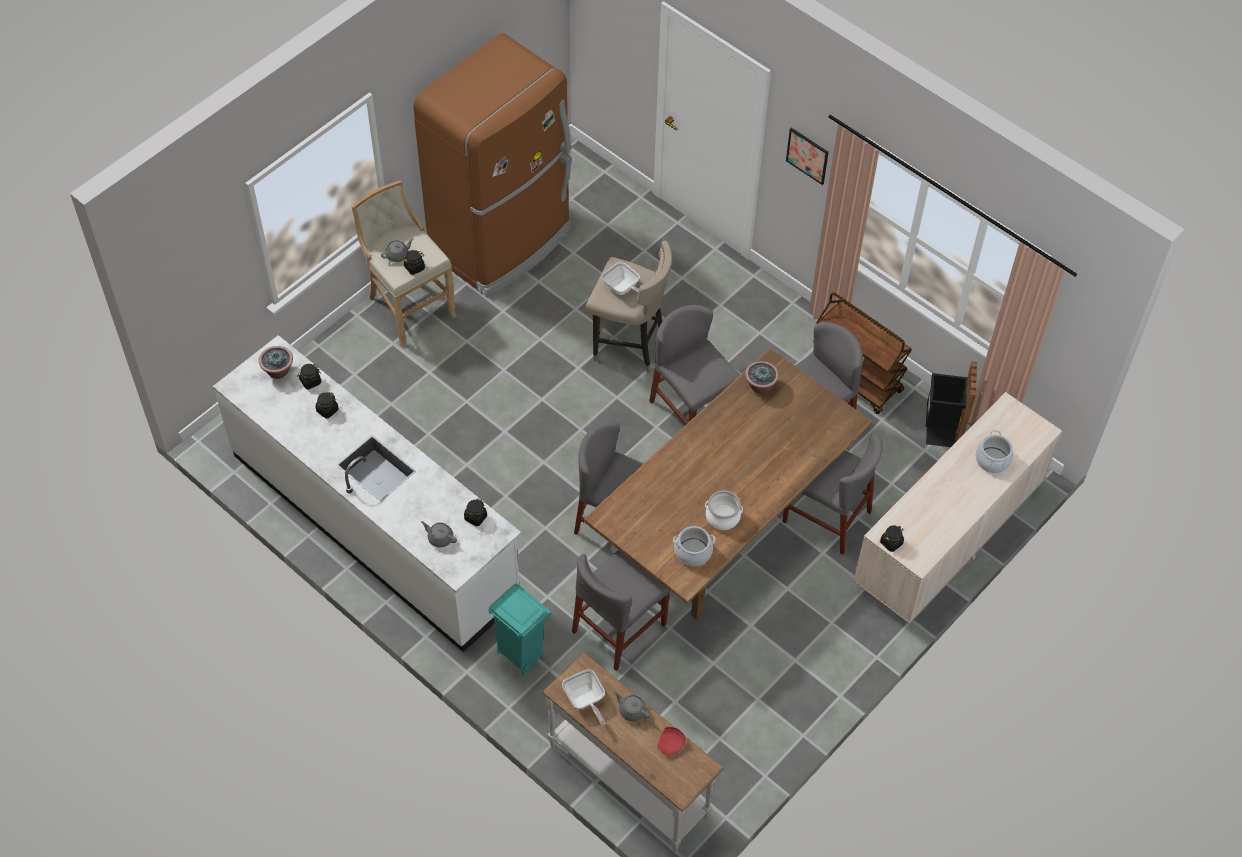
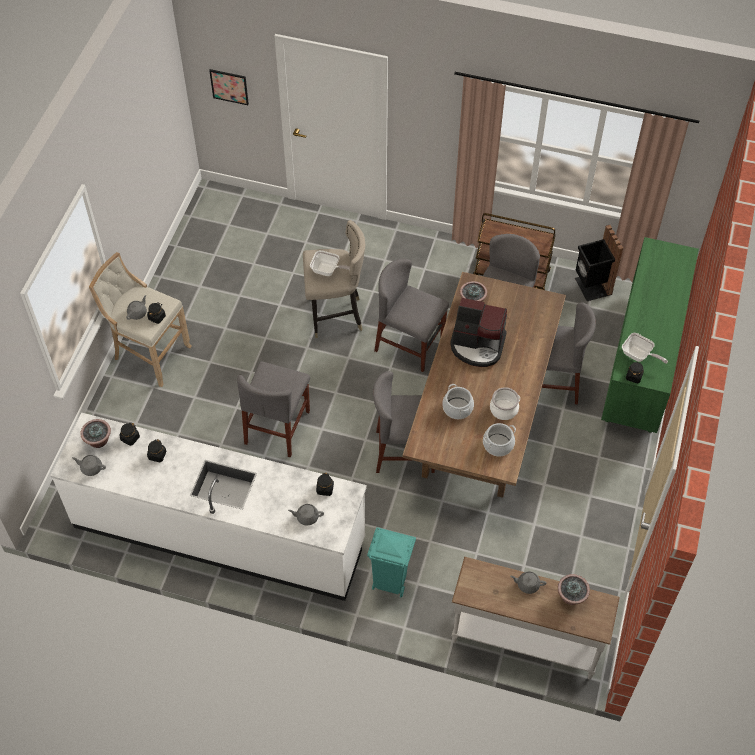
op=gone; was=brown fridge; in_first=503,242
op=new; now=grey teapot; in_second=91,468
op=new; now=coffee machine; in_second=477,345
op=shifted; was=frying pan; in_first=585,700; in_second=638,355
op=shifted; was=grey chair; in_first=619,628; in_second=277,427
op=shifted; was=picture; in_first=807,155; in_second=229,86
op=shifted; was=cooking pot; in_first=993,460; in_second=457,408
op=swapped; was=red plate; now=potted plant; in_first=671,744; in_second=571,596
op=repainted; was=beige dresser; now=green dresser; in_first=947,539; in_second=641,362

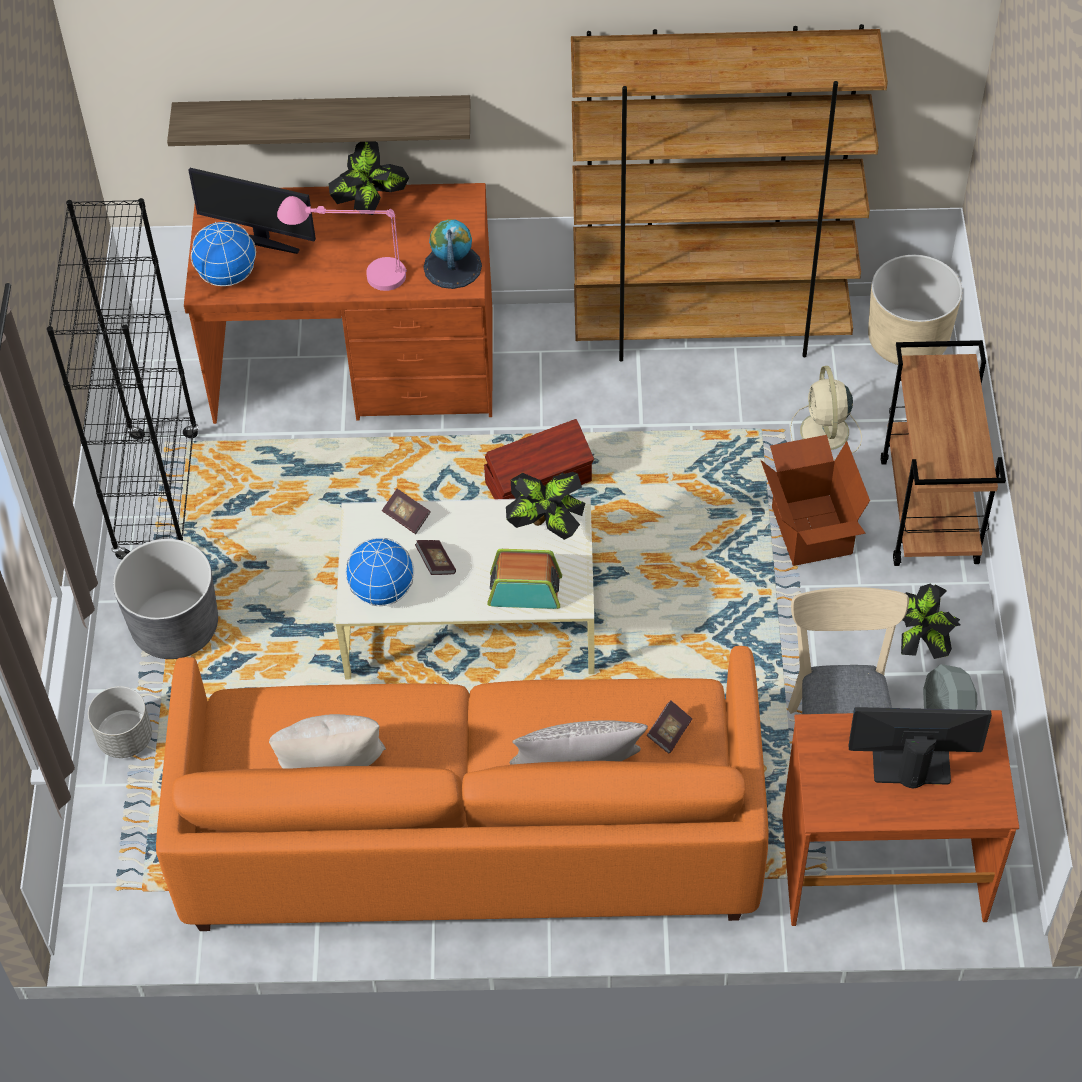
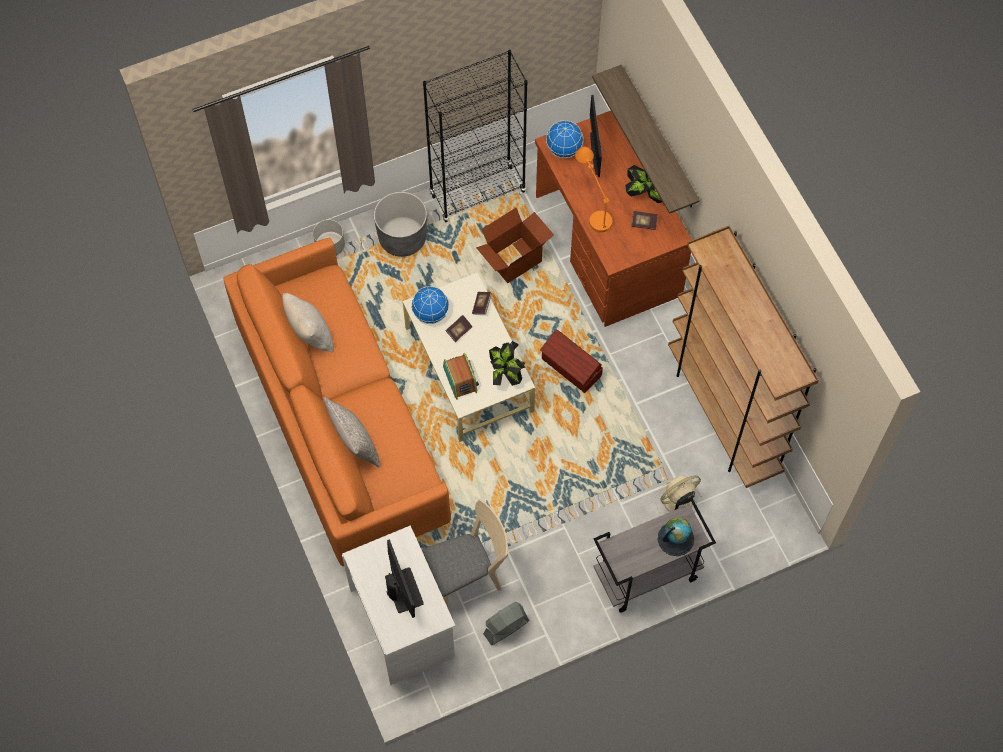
op=gone; was=beige planter; in_first=907,341
op=gone; was=potted plant; in_first=920,642
op=shifted; was=globe; in_first=452,267; in_second=675,538
op=shifted; was=book; in_first=669,732; in_second=644,223
op=shifted; was=cardboard box; in_first=809,530; in_second=514,259
op=repainted; was=pink table lamp; now=orange table lamp; in_first=351,275; in_second=592,205
op=repainted; was=brown desk; now=white desk; in_first=883,865; in_second=403,623
op=repainted; was=brown cart; now=grey cart; in_first=930,512; in_second=646,575

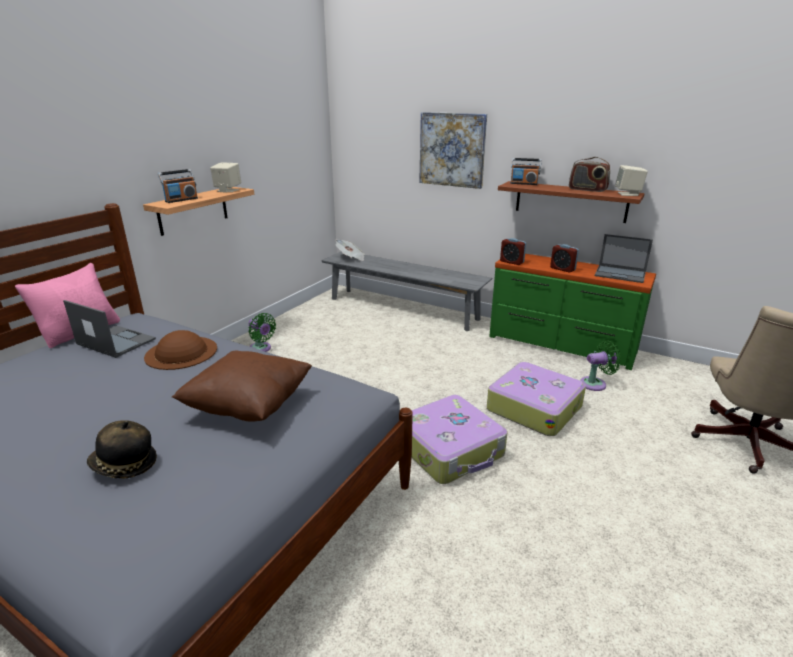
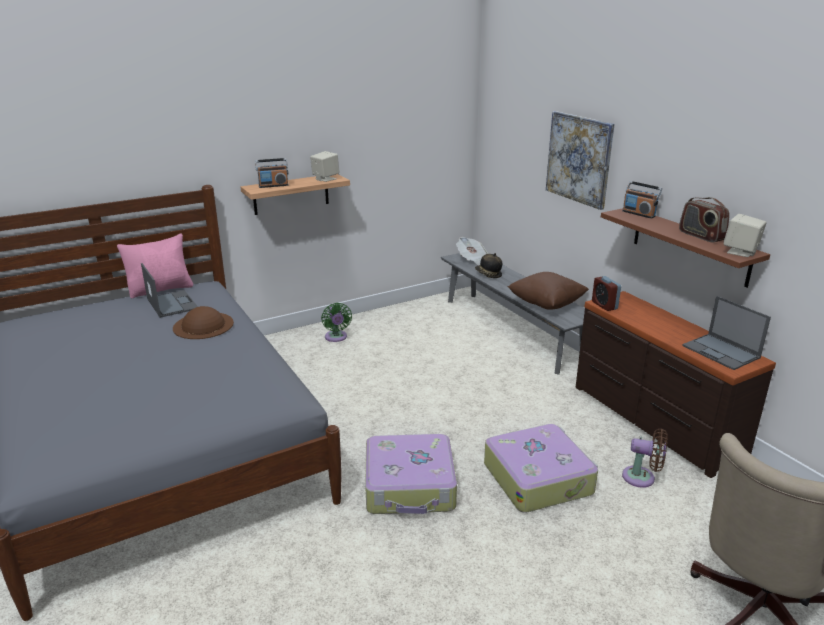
op=gone; was=alarm clock; in_first=562,269
op=shifted; was=hat; in_first=124,465; in_second=488,274
op=shifted; was=brown pillow; in_first=249,406; in_second=546,304
op=repainted; was=green dresser; now=brown dresser; in_first=561,344; in_second=653,421
op=repainted; was=green fan; now=brown fan; in_first=595,384; in_second=642,478

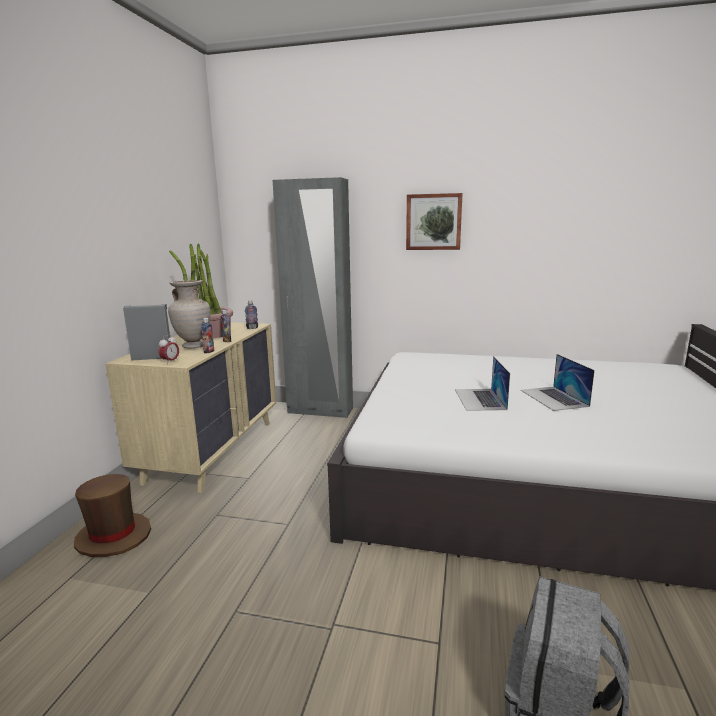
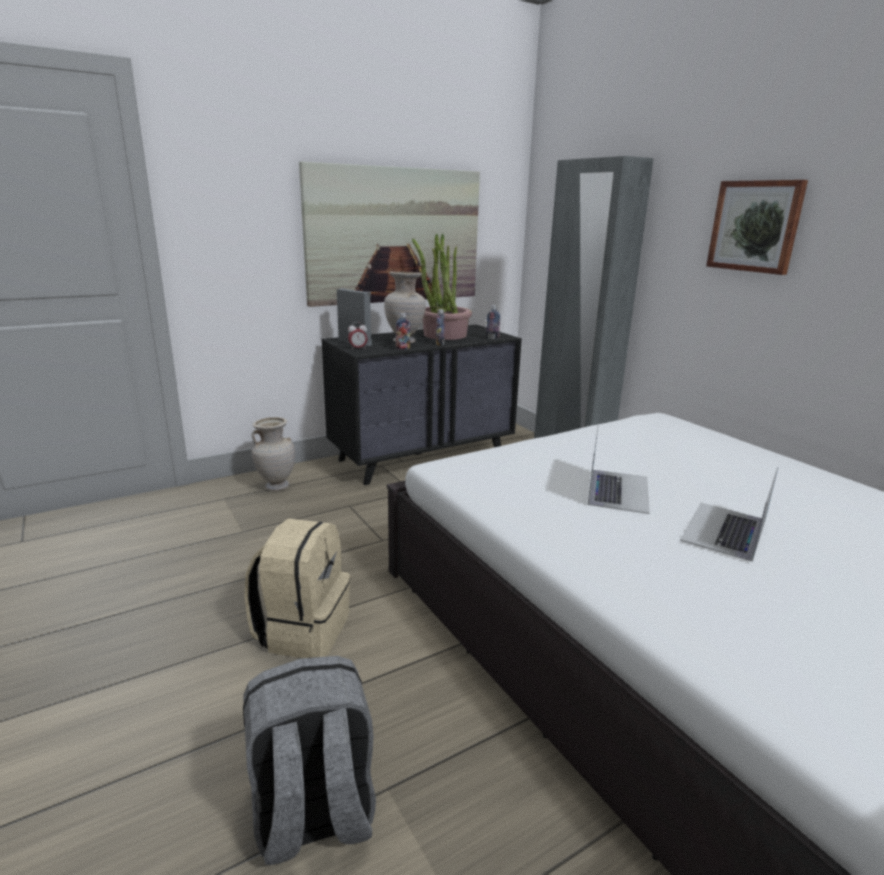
op=new; now=beige backpack; in_second=302,630
op=new; now=picture; in_second=395,236
op=swapped; was=brown hat; now=beige vase; in_first=113,536; in_second=276,486
op=repainted; was=beige dresser; now=black dresser; in_first=213,450; in_second=422,456
op=rotated; was=laptop; in_first=480,399; in_second=618,490; clockwise=150

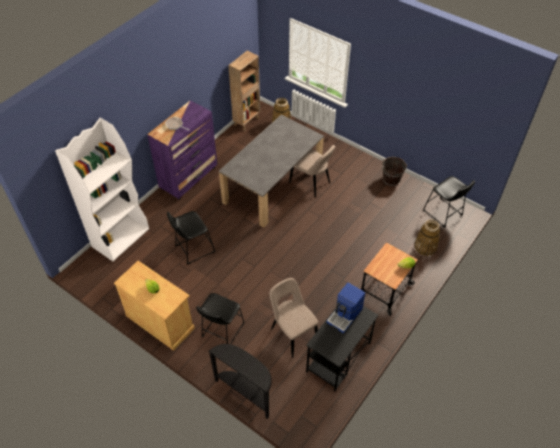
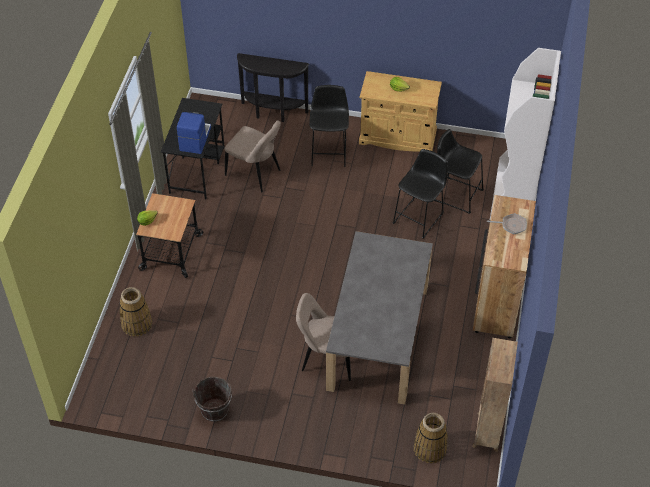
op=shifted; was=black stool; in_first=444,214; in_second=455,194
op=repainted; was=purple dresser; now=brown dresser; in_first=189,178; in_second=496,303

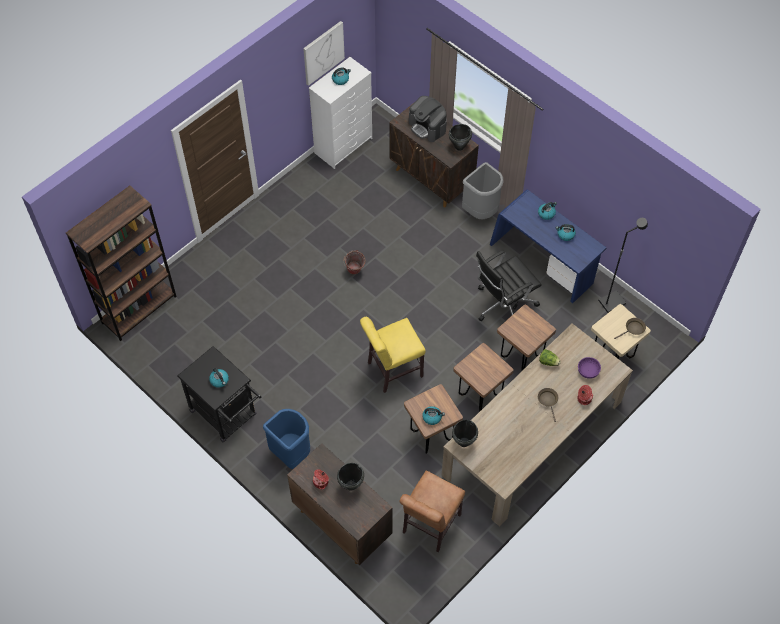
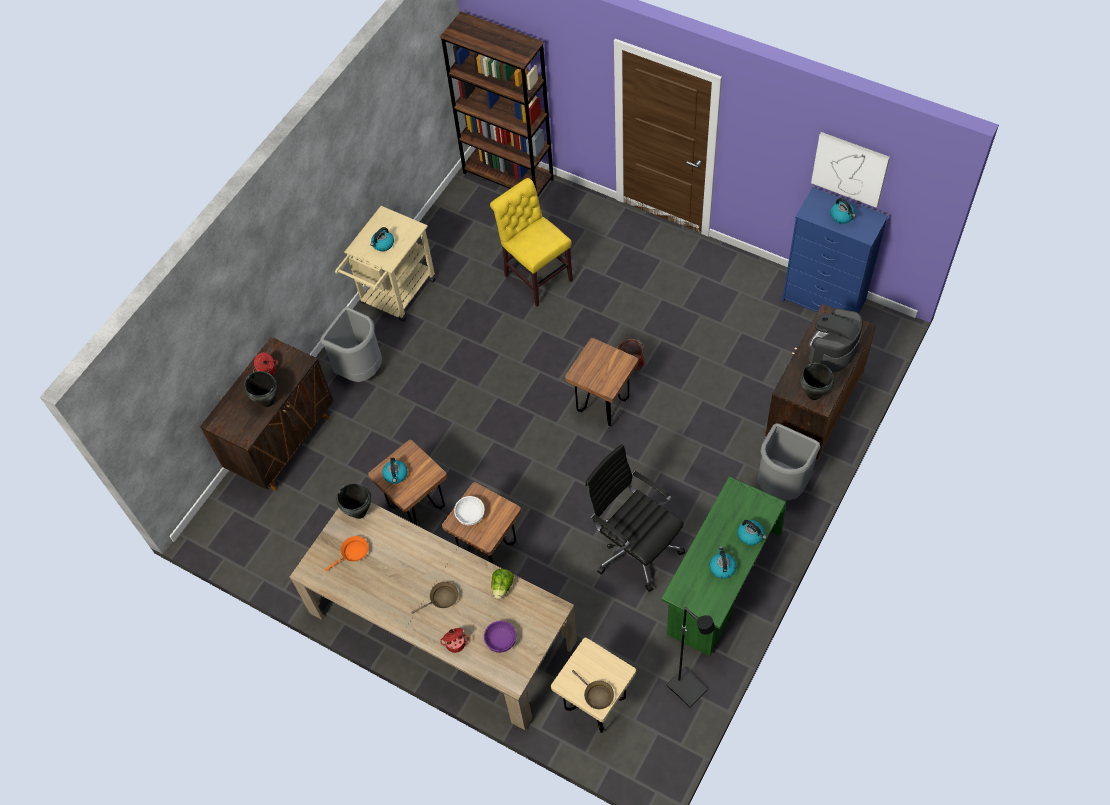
op=gone; was=brown chair; in_first=429,526
op=new; now=orange frying pan; in_second=353,553
op=new; now=white bowl; in_second=470,515
op=shifted; was=yellow chair; in_first=392,370; in_second=536,276
op=shifted; was=brown stool; in_first=521,357; in_second=603,406
op=repainted; was=black cart; now=beige cart; in_first=227,416; in_second=394,296
op=repainted; was=blue trash can; now=grey trash can; in_first=291,453; in_second=361,370
op=repainted; was=white dresser; now=blue dresser; in_first=344,145; in_second=824,301
op=repainted; was=blue desk; now=green desk; in_first=542,263; in_second=721,582

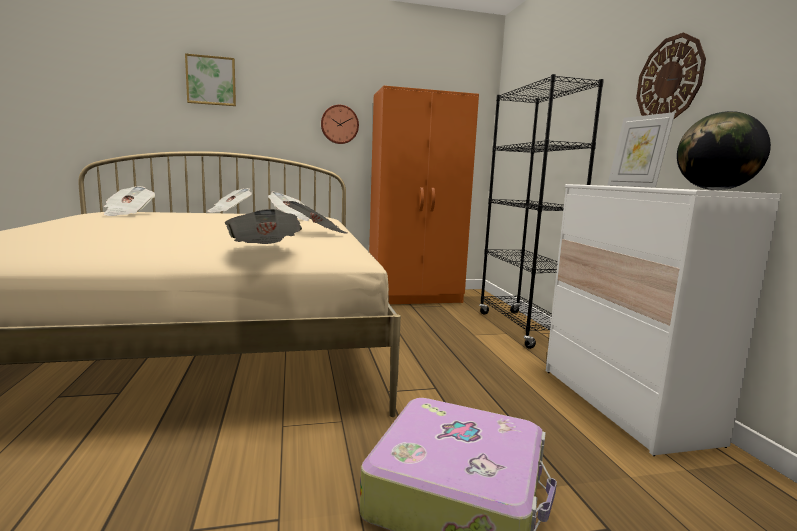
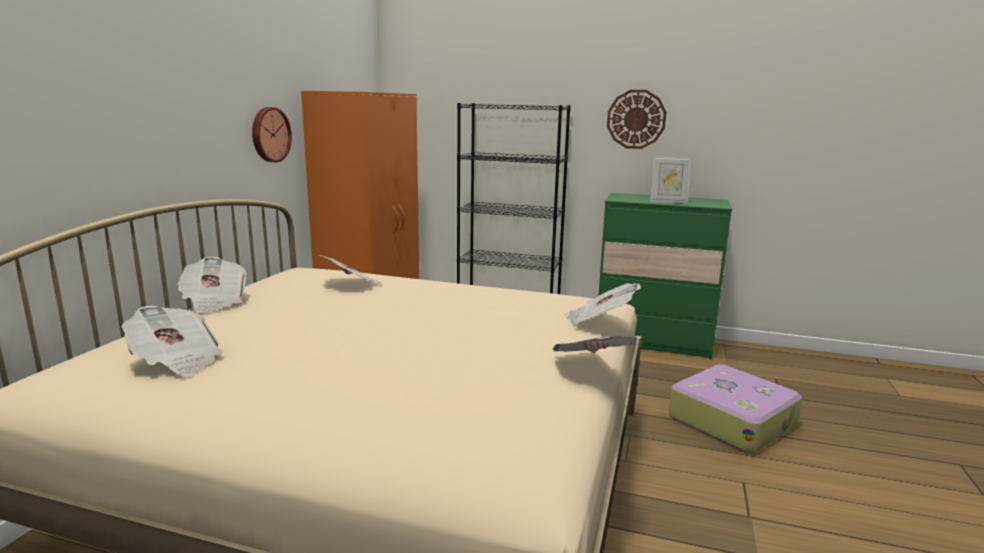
op=gone; was=picture; in_first=211,81
op=gone; was=globe; in_first=714,190
op=shifted; was=newspaper; in_first=318,234; in_second=590,366
op=repainted; was=white dresser; now=green dresser; in_first=623,404; in_second=653,342

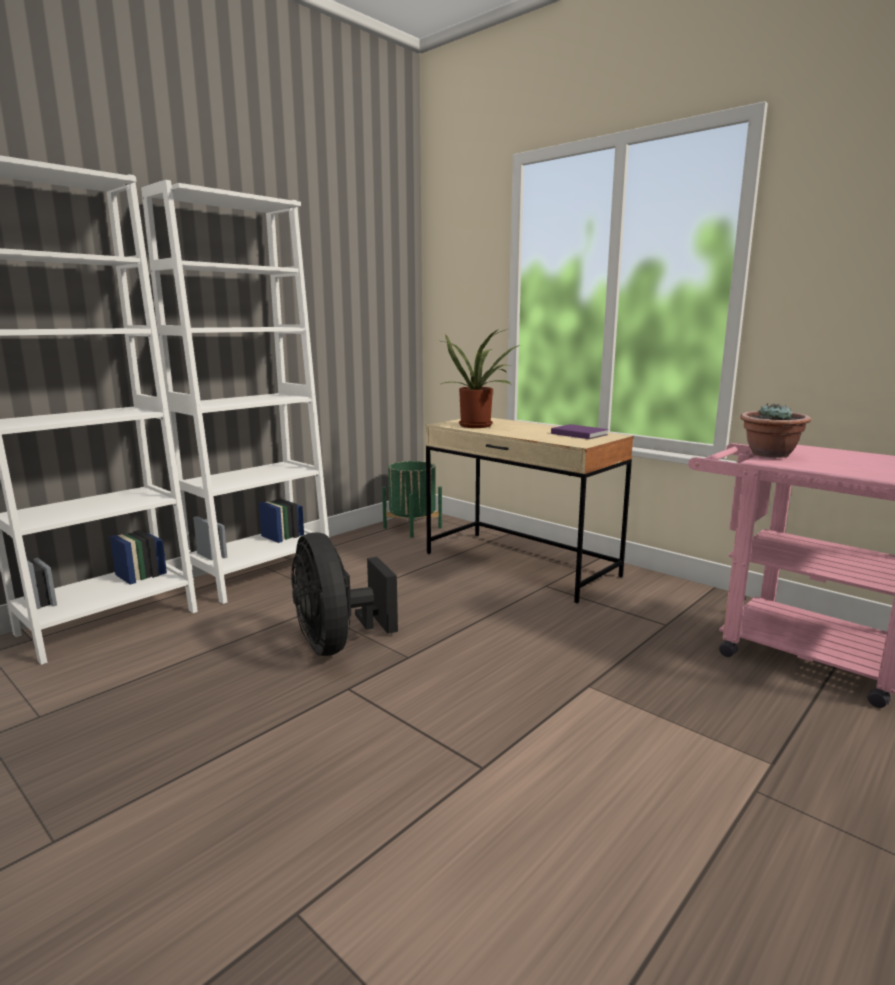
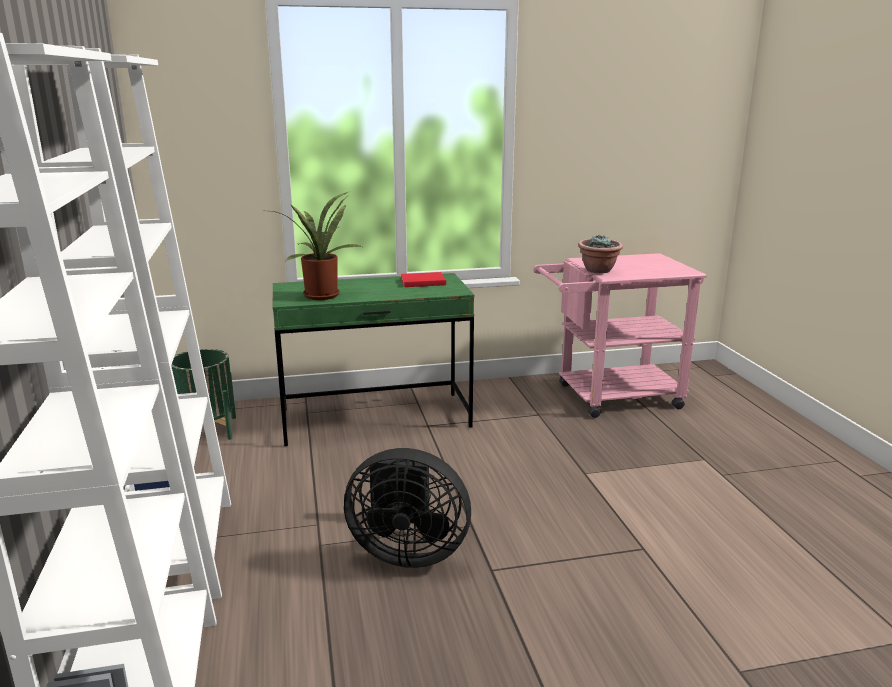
op=repainted; was=beige desk; now=green desk; in_first=520,565; in_second=375,418
op=repainted; was=purple book; now=red book; in_first=578,434; in_second=421,282

